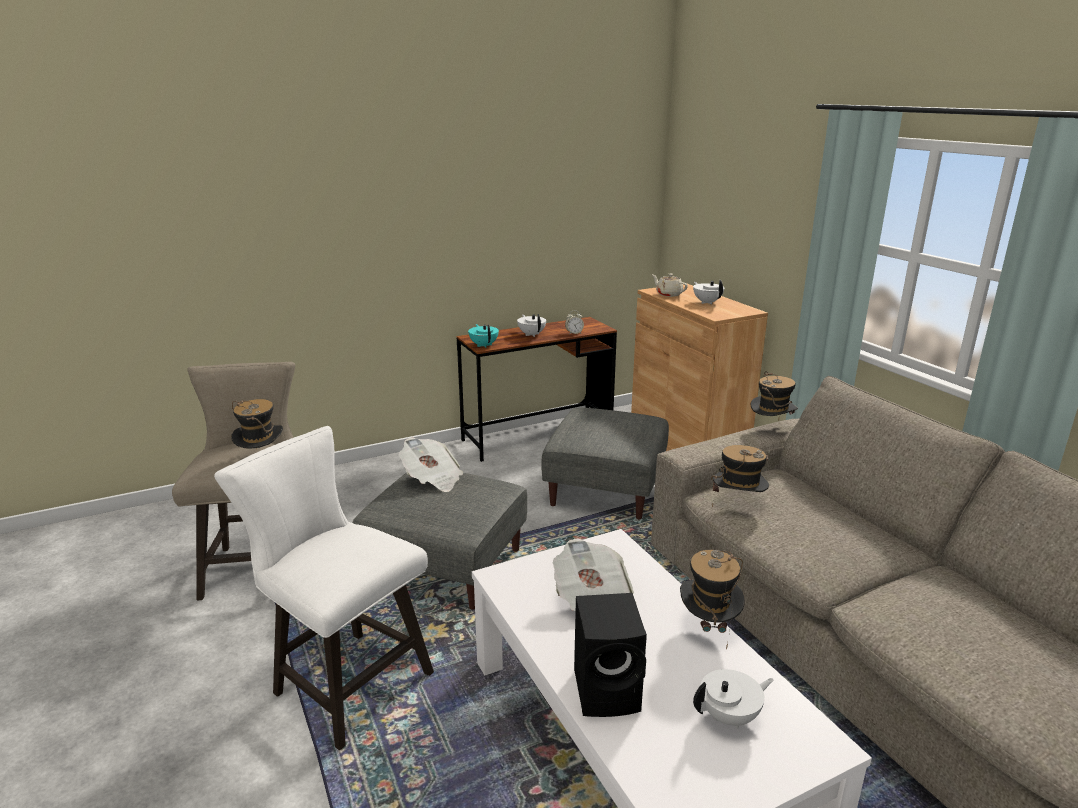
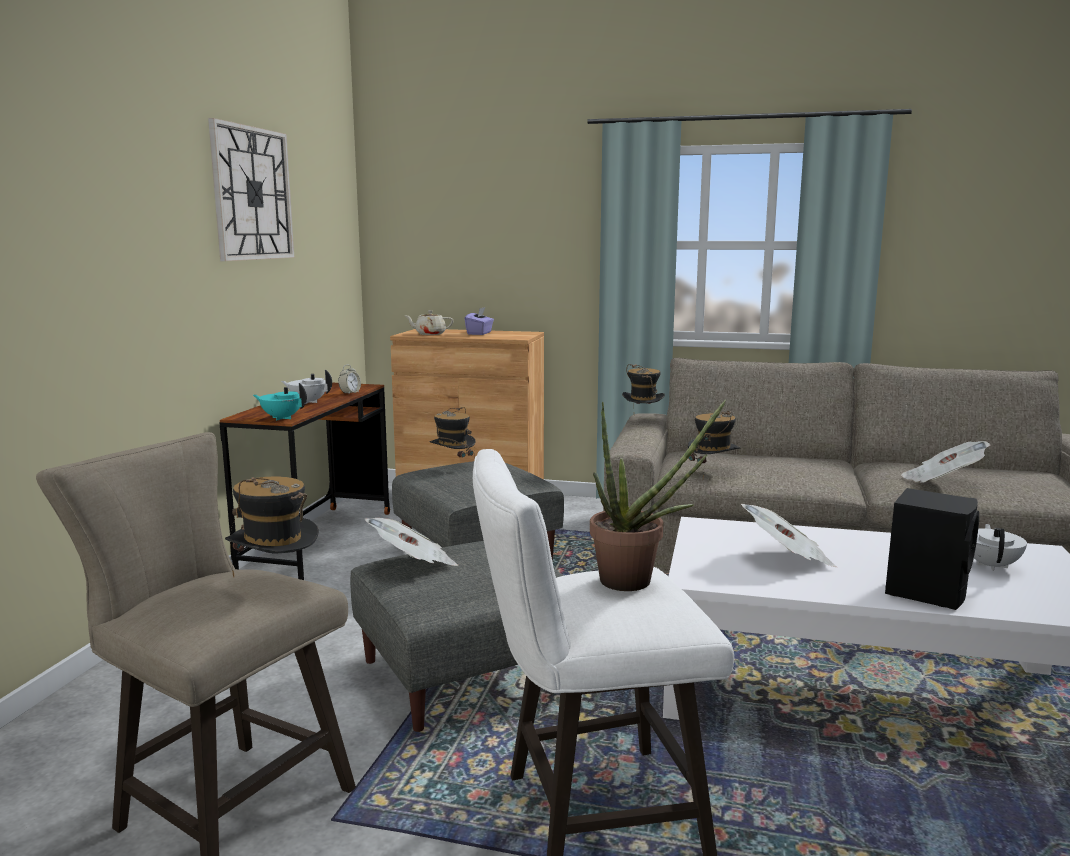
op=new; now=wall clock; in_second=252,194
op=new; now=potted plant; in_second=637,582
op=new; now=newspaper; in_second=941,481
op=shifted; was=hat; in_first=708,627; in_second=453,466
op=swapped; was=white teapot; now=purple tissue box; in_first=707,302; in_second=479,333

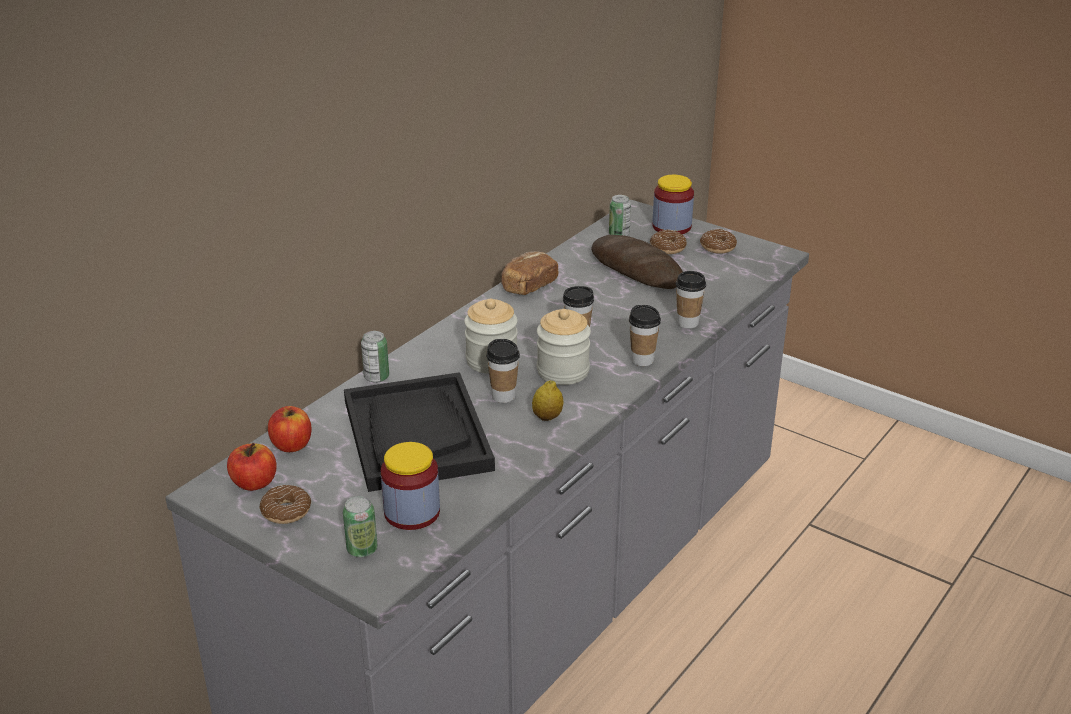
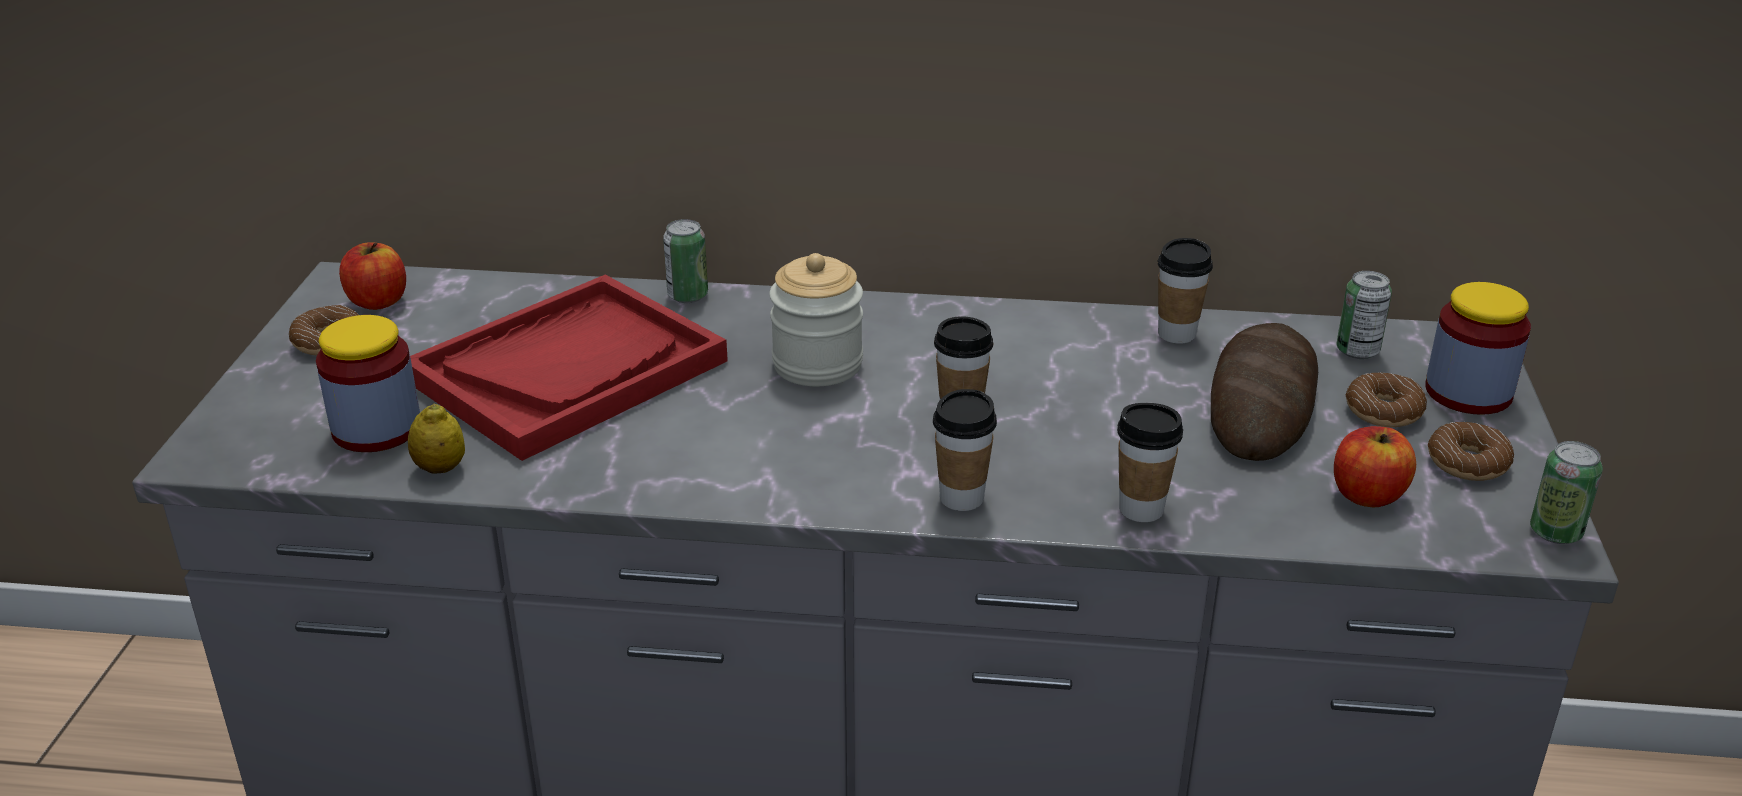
op=gone; was=bread; in_first=528,286
op=gone; was=jar; in_first=563,371
op=shifted; was=apple; in_first=291,445; in_second=1367,495
op=shifted; was=can; in_first=362,549; in_second=1555,532
op=shifted; was=cup; in_first=503,396; in_second=1176,334
op=shifted; was=lemon; in_first=547,417; in_second=440,468
op=repainted; was=black tray; now=red tray; in_first=416,434; in_second=568,370

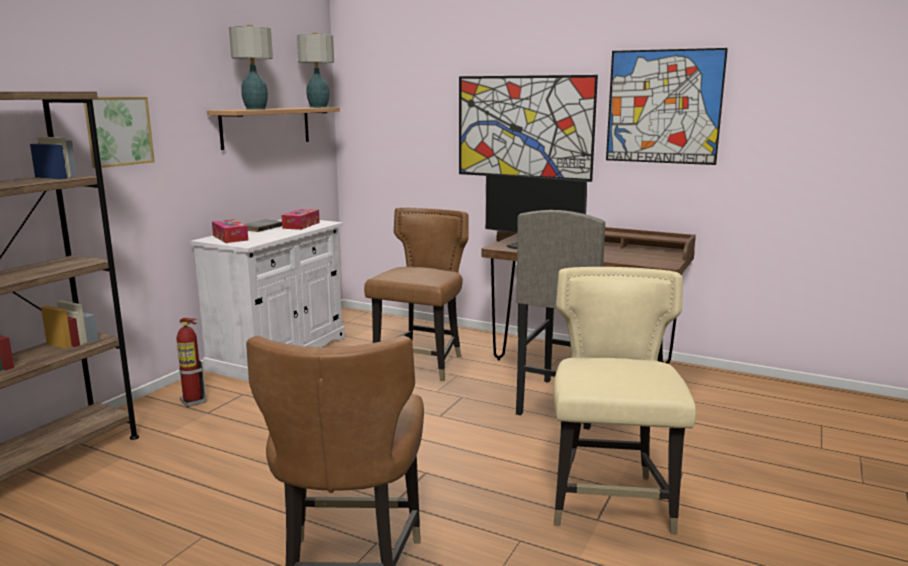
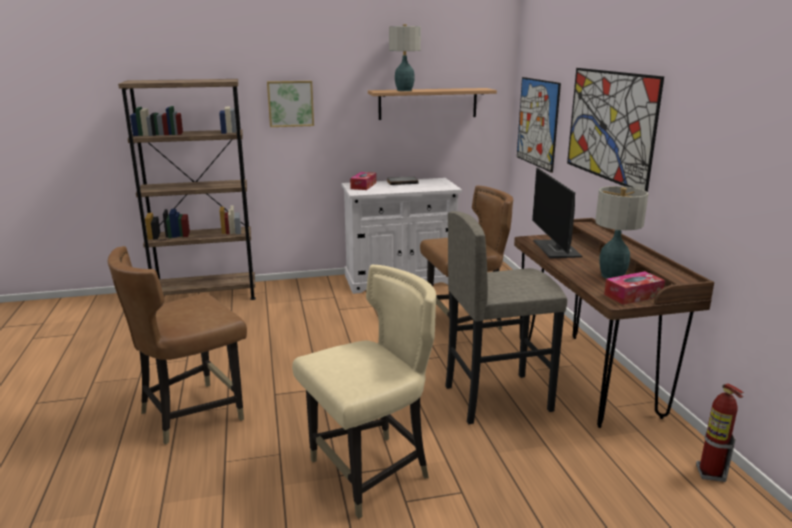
op=shifted; was=fire extinguisher; in_first=193,402; in_second=710,474
op=shifted; was=tissue box; in_first=301,225; in_second=633,295
op=shifted; was=table lamp; in_first=318,107; in_second=612,276
op=shifted; was=picture; in_first=663,107; in_second=537,123

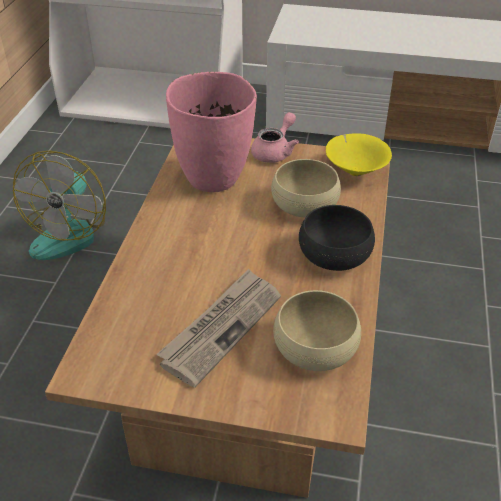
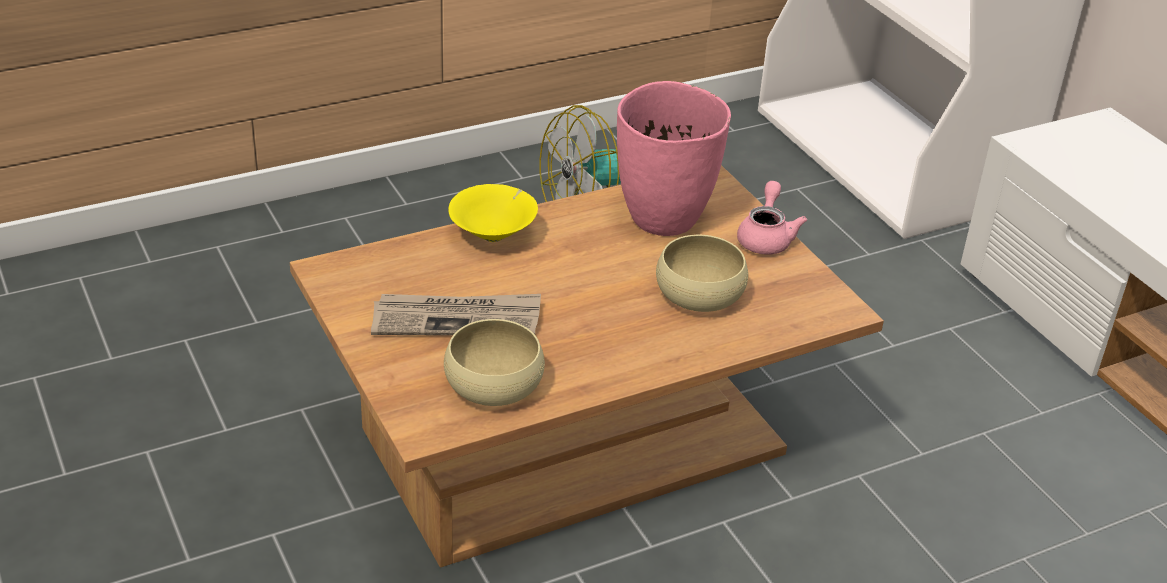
op=gone; was=black bowl; in_first=334,254
op=shifted; was=yellow bowl; in_first=355,171; in_second=494,235
op=rotated; was=pink teapot; in_first=275,152; in_second=766,238; clockwise=-75

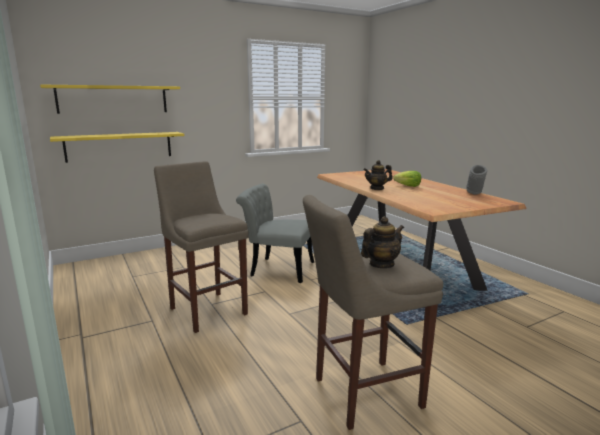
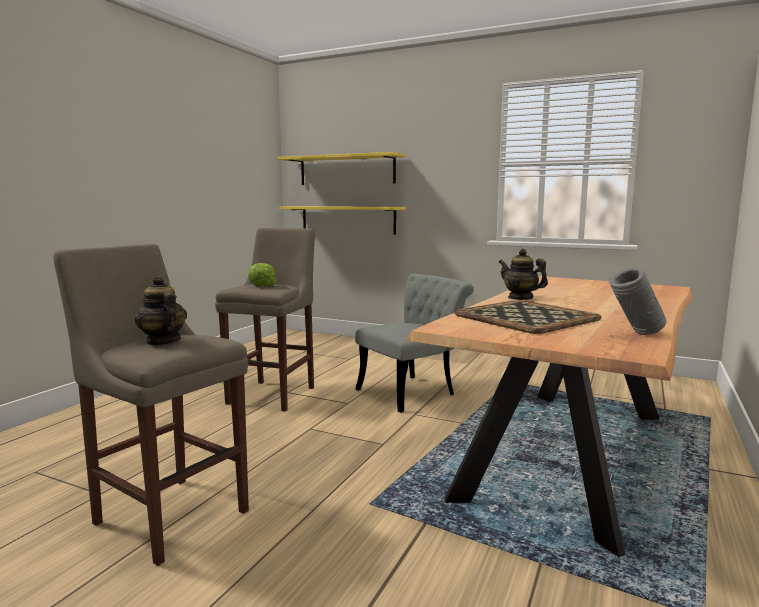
op=new; now=tray; in_second=526,317
op=shifted; was=lettuce; in_first=408,186; in_second=262,285
op=rotated; was=grey chair; in_first=276,269; in_second=413,391; clockwise=75
op=rotated; was=teapot; in_first=381,264; in_second=162,341; clockwise=-150

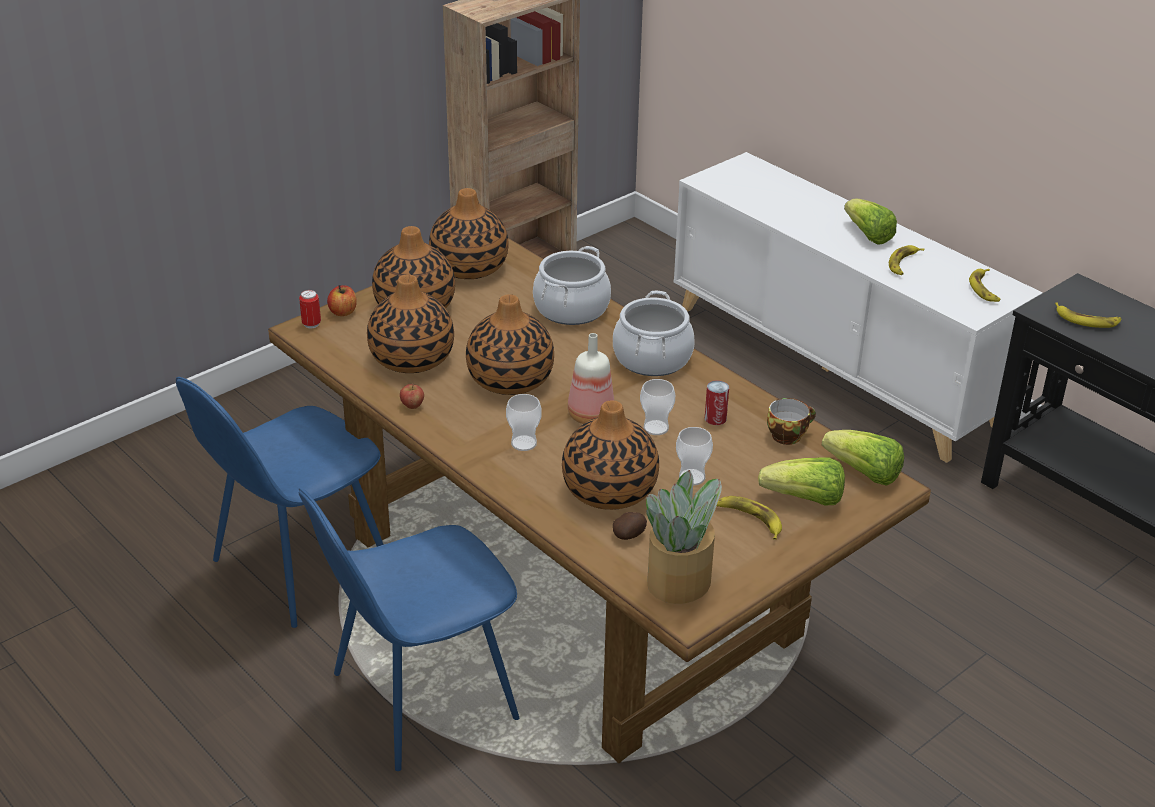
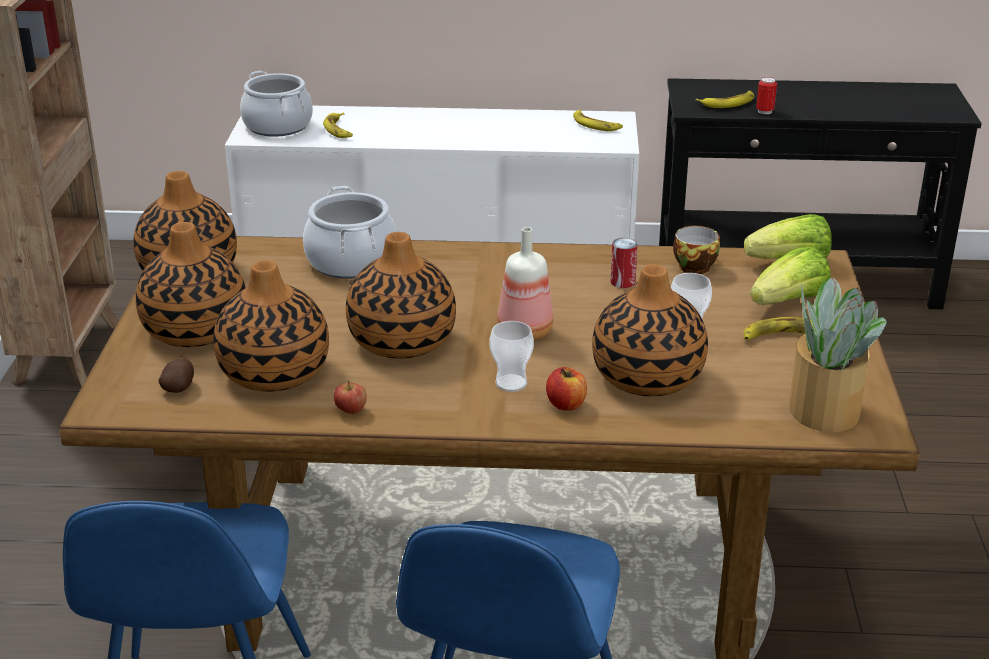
op=gone; was=cup; in_first=656,428
op=gone; was=lettuce; in_first=868,235
op=shifted; was=can; in_first=311,324; in_second=764,111
op=shifted; was=apple; in_first=343,312; in_second=566,404
op=shifted; was=cooking pot; in_first=652,358; in_second=277,126
op=shifted; was=potato; in_first=629,535; in_second=180,388
op=shifted; was=banana; in_first=904,263; in_second=339,129

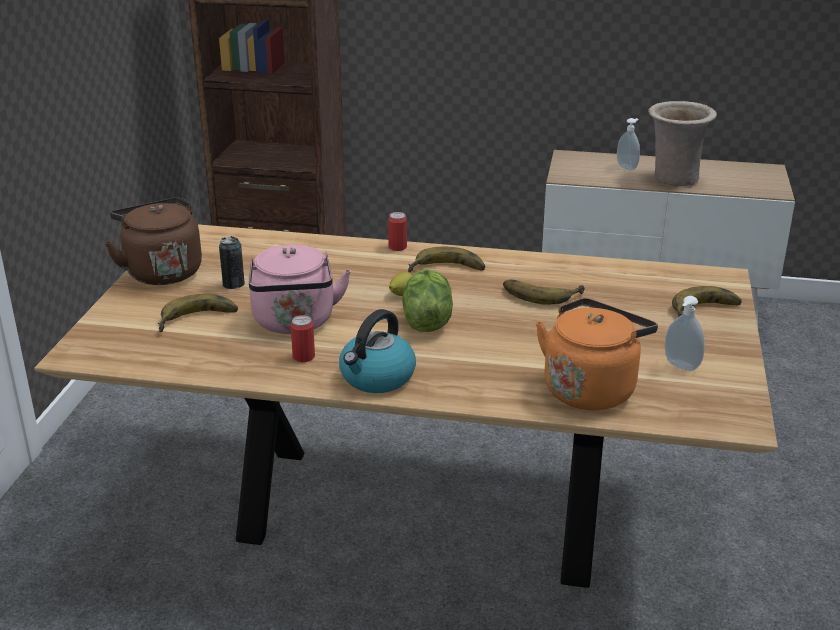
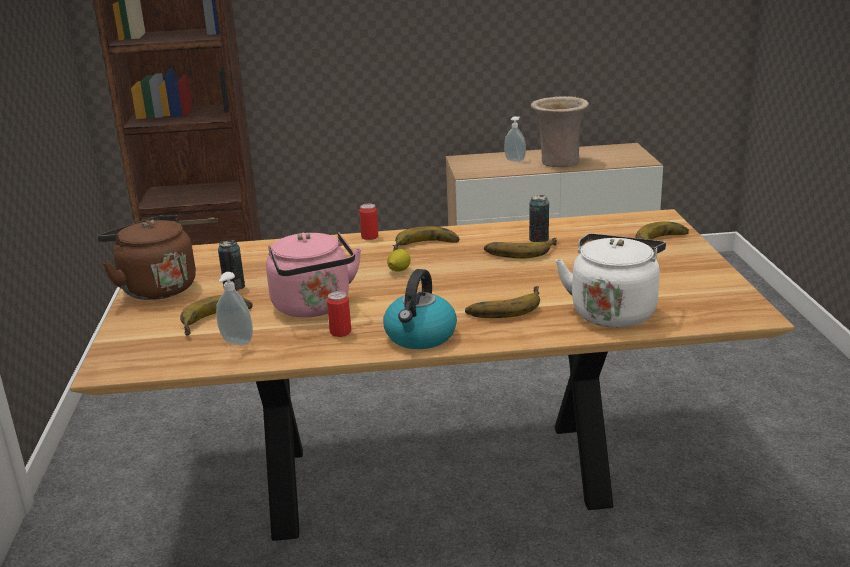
op=gone; was=lettuce; in_first=426,321
op=new; now=banana; in_second=503,307
op=new; now=can; in_second=538,239
op=shifted; was=soap dispenser; in_first=680,367; in_second=236,343
op=repainted; was=orange kettle; now=white kettle; in_first=591,388; in_second=613,312

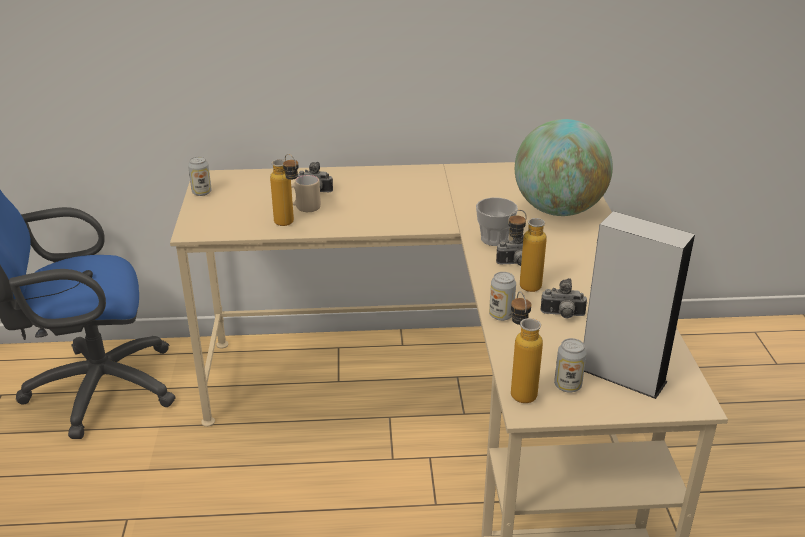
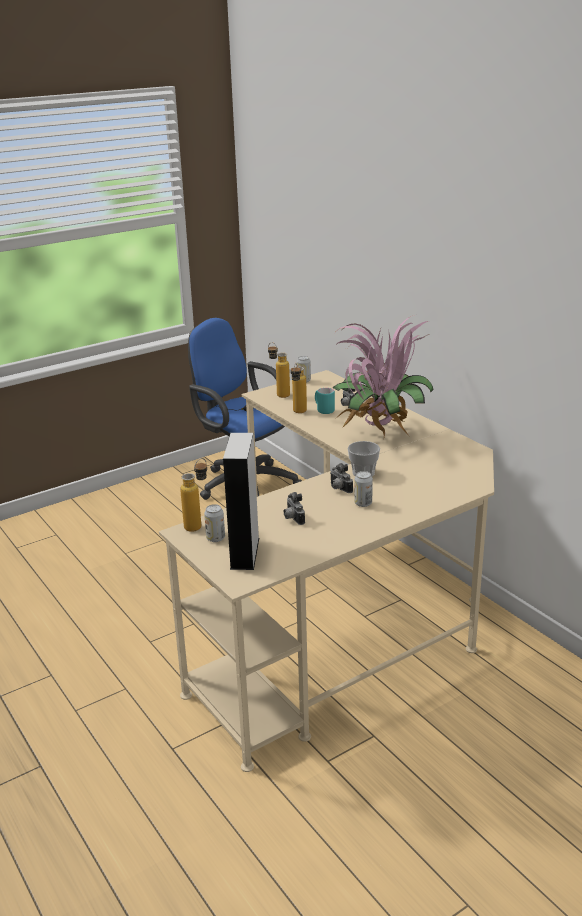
op=gone; was=globe; in_first=558,210
op=new; now=potted plant; in_second=379,435
op=shifted; was=can; in_first=501,315; in_second=363,503
op=shifted; was=bottle; in_first=521,288; in_second=279,394
op=repainted; was=beige mug; now=turquoise mug; in_first=304,208; in_second=323,410

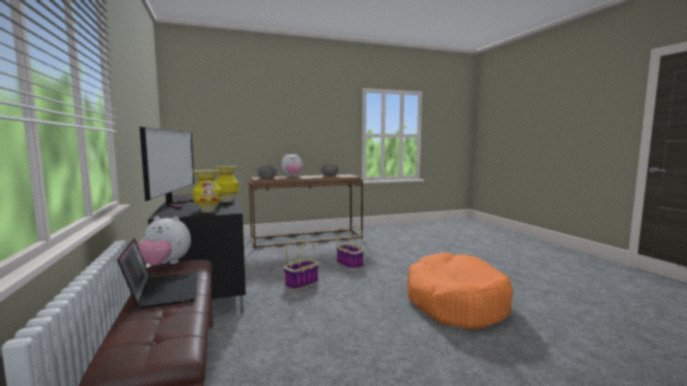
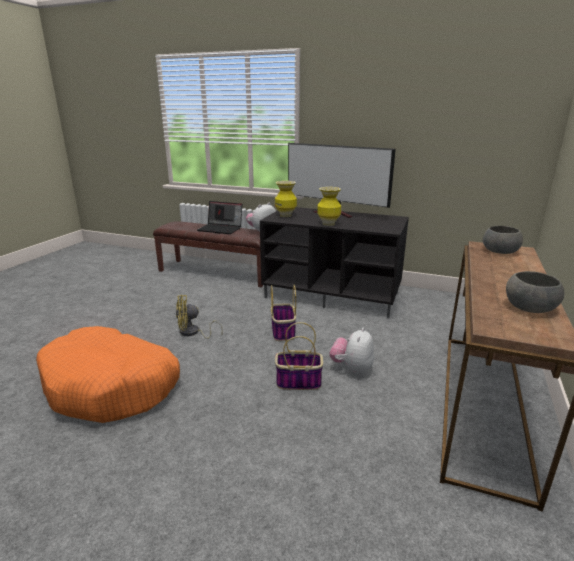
op=new; now=yellow fan; in_second=193,333
op=shifted; was=plush toy; in_first=292,176; in_second=352,368

